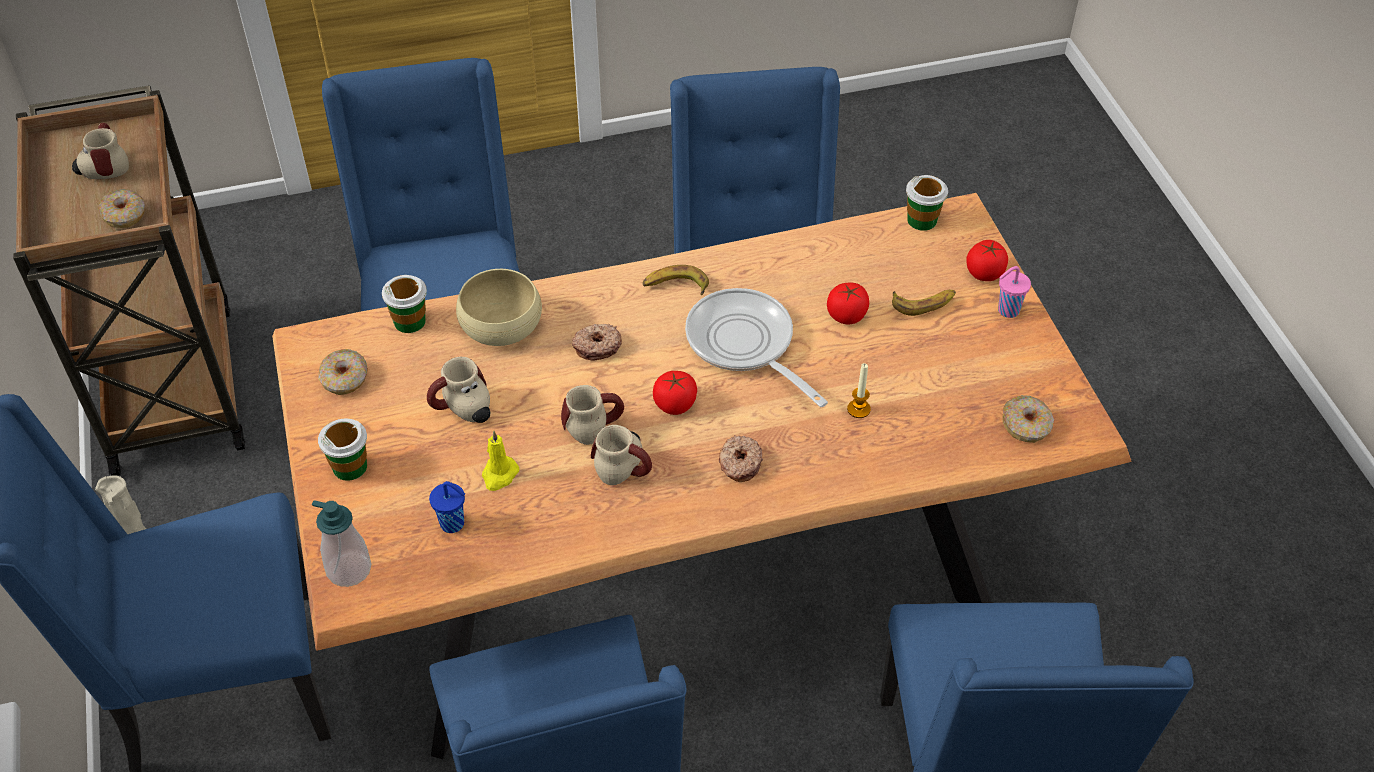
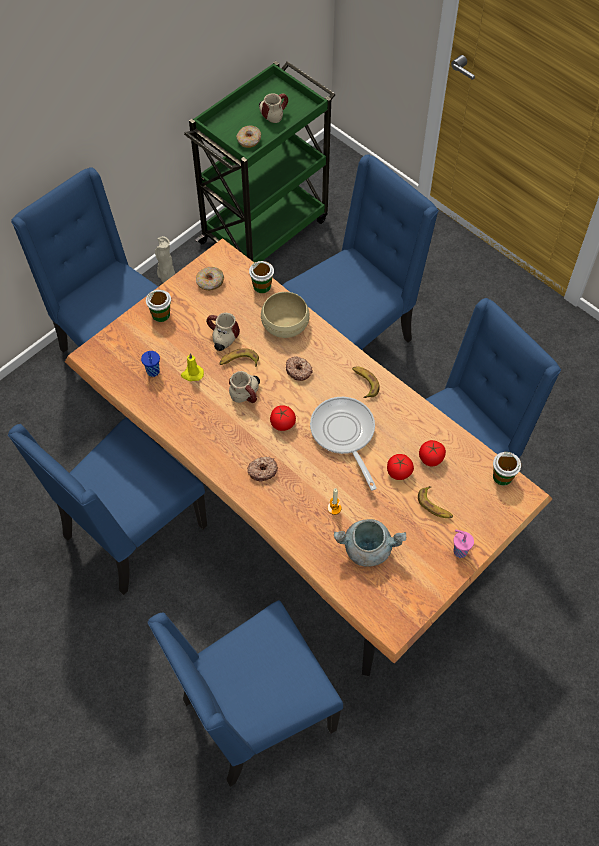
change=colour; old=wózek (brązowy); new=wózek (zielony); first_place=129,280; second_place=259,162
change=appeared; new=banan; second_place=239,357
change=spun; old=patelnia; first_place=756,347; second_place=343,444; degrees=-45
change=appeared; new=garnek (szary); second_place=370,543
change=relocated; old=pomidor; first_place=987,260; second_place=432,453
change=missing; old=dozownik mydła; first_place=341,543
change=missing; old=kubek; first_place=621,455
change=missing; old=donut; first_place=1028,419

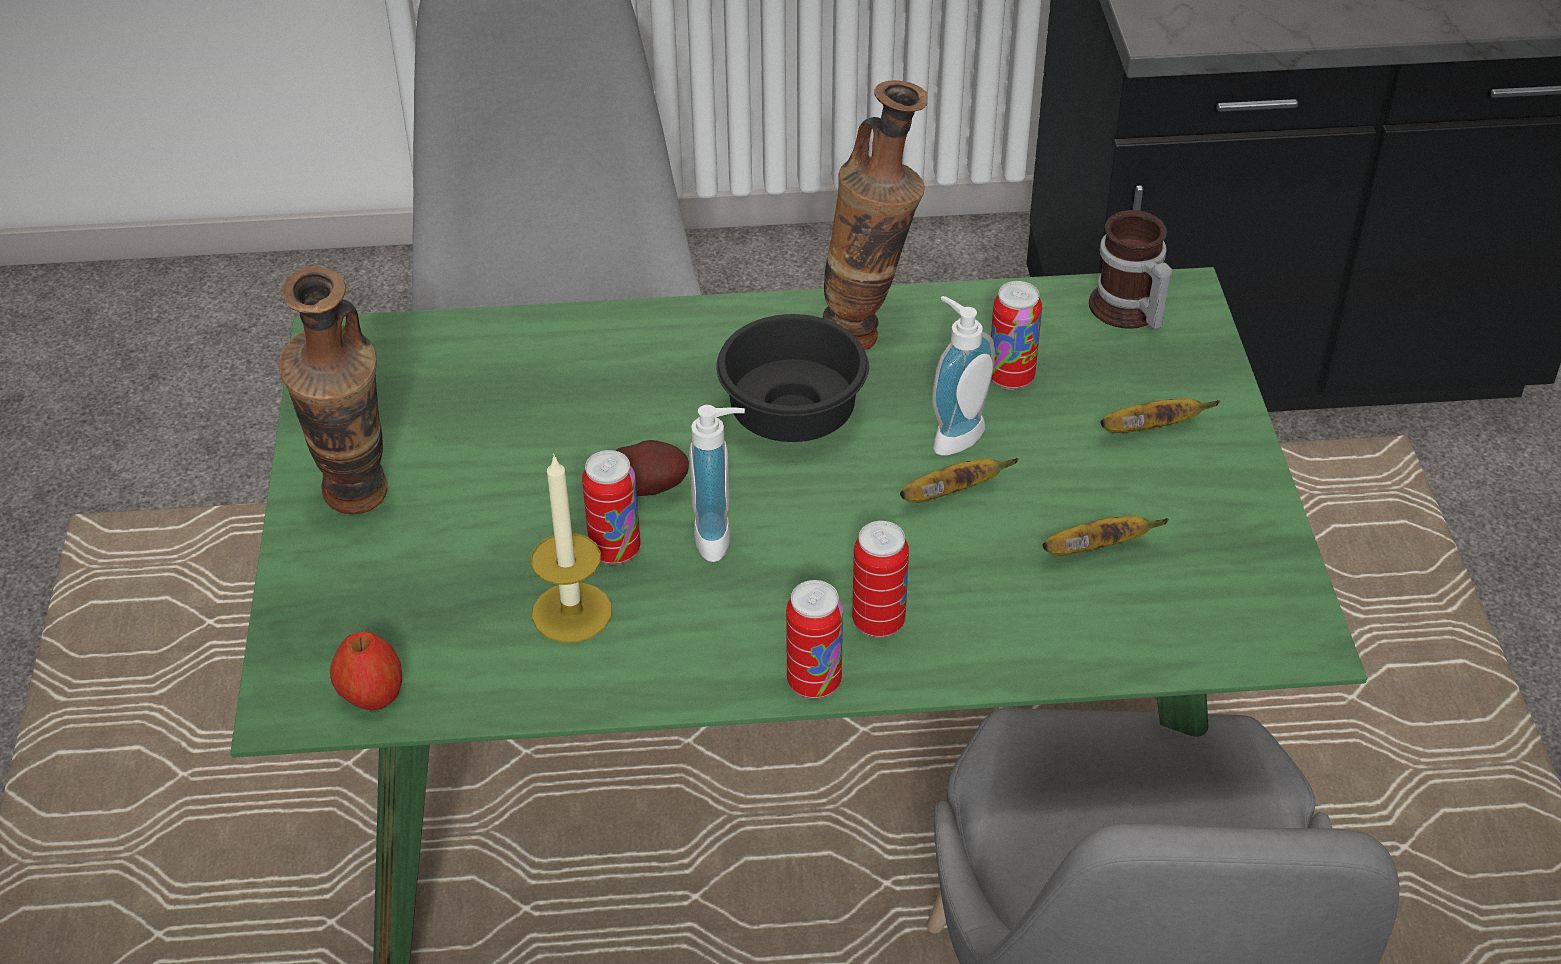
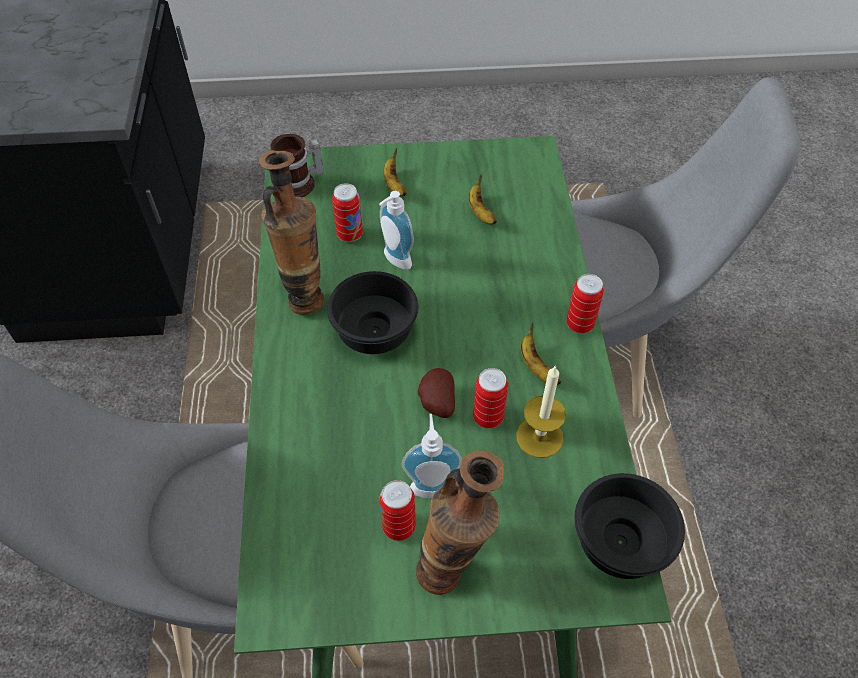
change=relocated; old=puszka; first_place=880,579; second_place=397,510
change=relocated; old=dozownik mydła; first_place=717,483; second_place=432,456
change=relocated; old=banan; first_place=959,480; second_place=541,353
change=exchanged; old=jabłko; new=miska (czarny); first_place=366,671; second_place=630,526

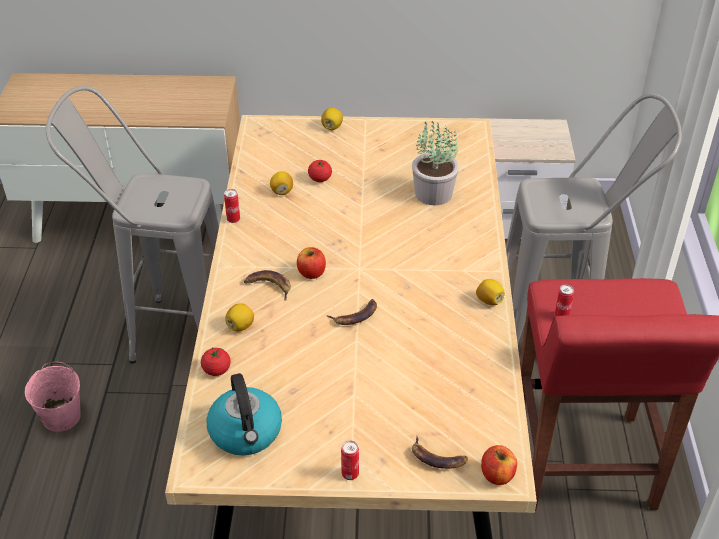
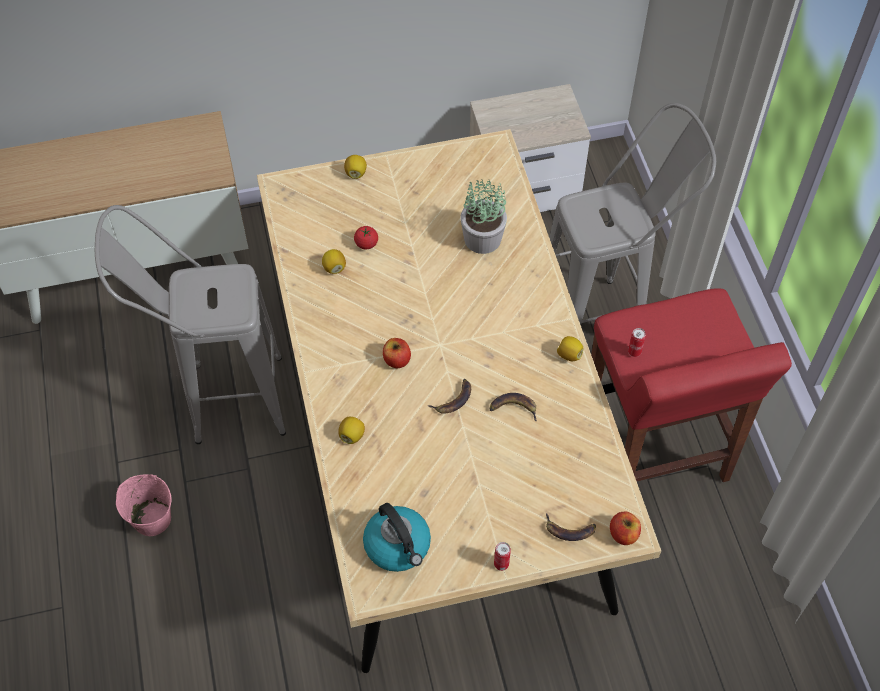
change=relocated; old=banan; first_place=267,285; second_place=513,407
change=missing; old=pomidor; first_place=216,362
change=missing; old=puszka; first_place=232,206

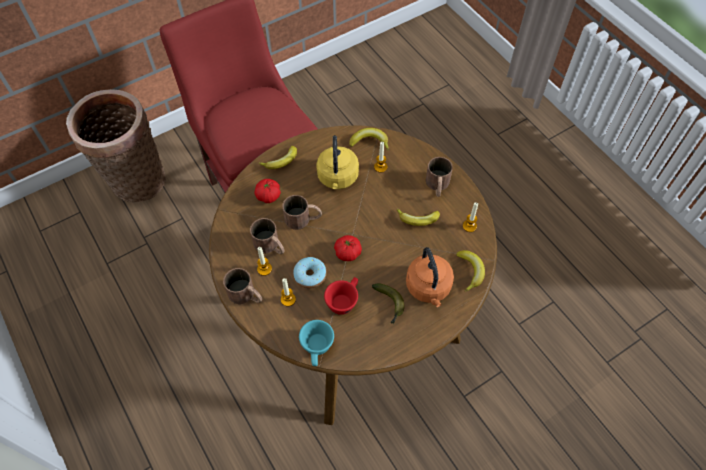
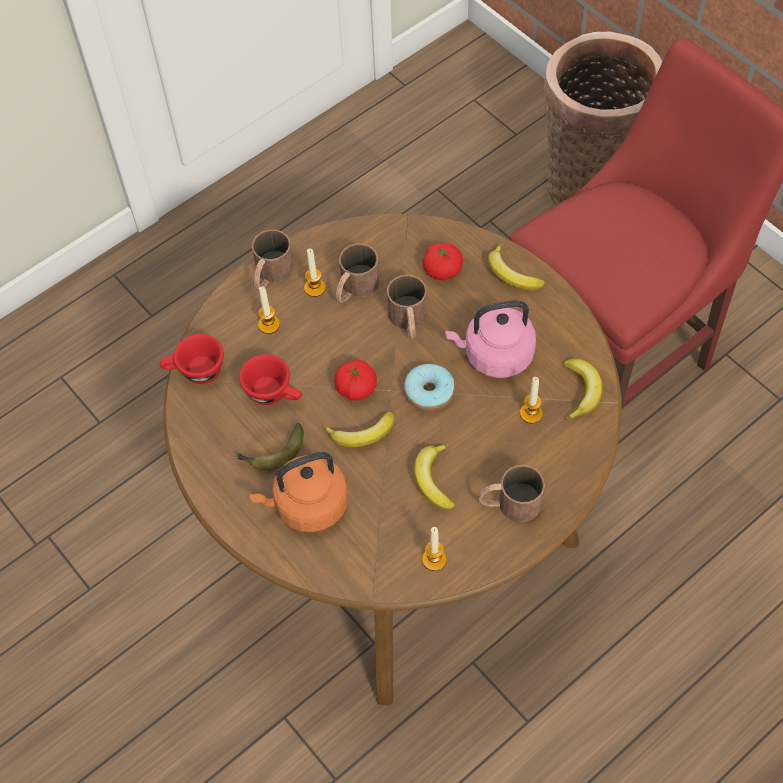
change=colour; old=filiżanka (turkusowy); new=filiżanka (czerwony); first_place=316,343; second_place=192,359
change=relocated; old=banan; first_place=470,271; second_place=358,429
change=relocated; old=donut; first_place=310,273; second_place=429,387
change=colour; old=czajnik (żółty); new=czajnik (różowy); first_place=337,162; second_place=490,339

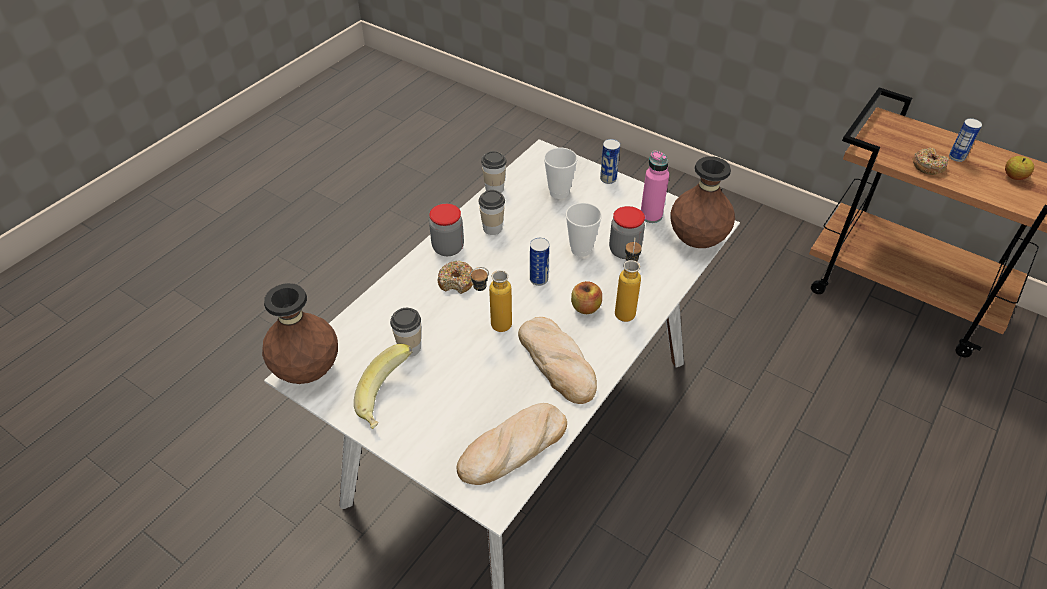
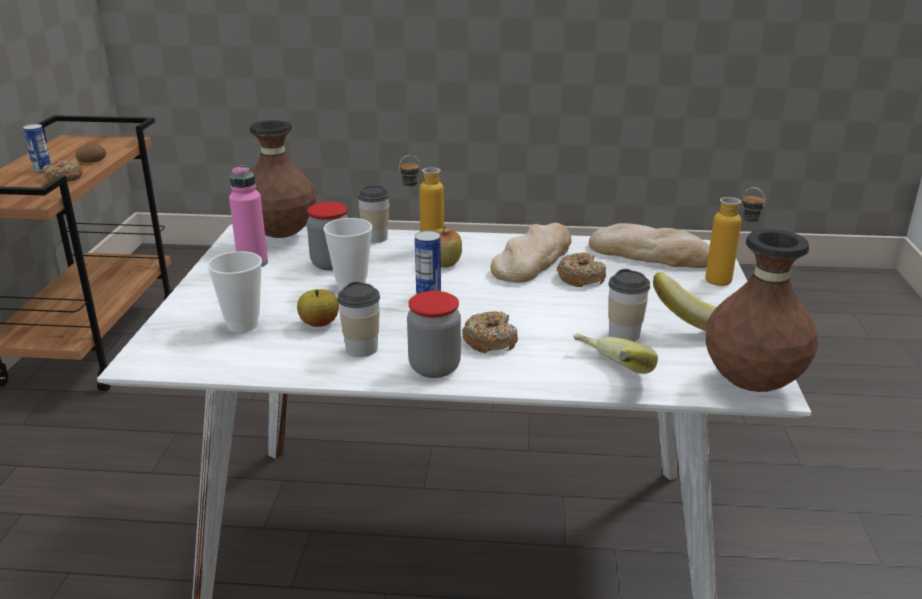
change=appeared; new=ziemniak; second_place=91,153
change=relocated; old=jabłko; first_place=1019,168; second_place=318,308
change=relocated; old=filiżanka; first_place=494,172; second_place=373,214
change=appeared; new=donut; second_place=581,270
change=appeared; new=banan; second_place=615,353
change=relocated; old=butelka; first_place=491,299; second_place=735,236
change=missing; old=puszka; first_place=610,161

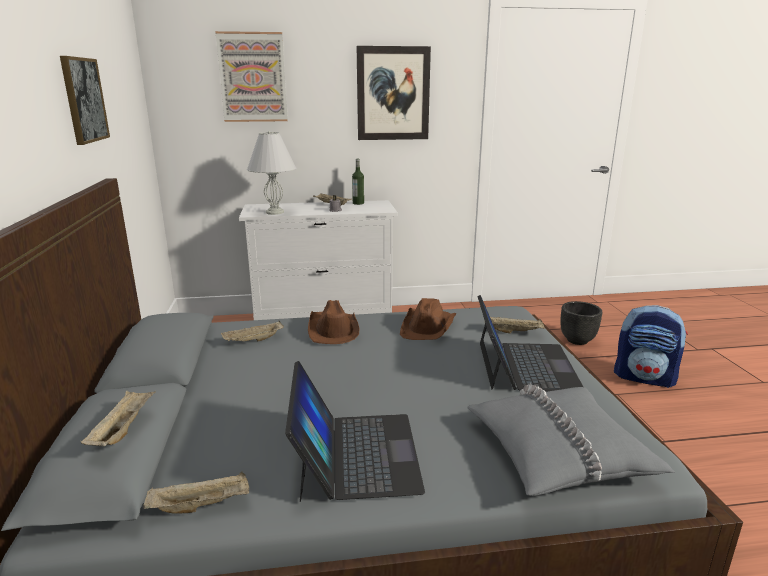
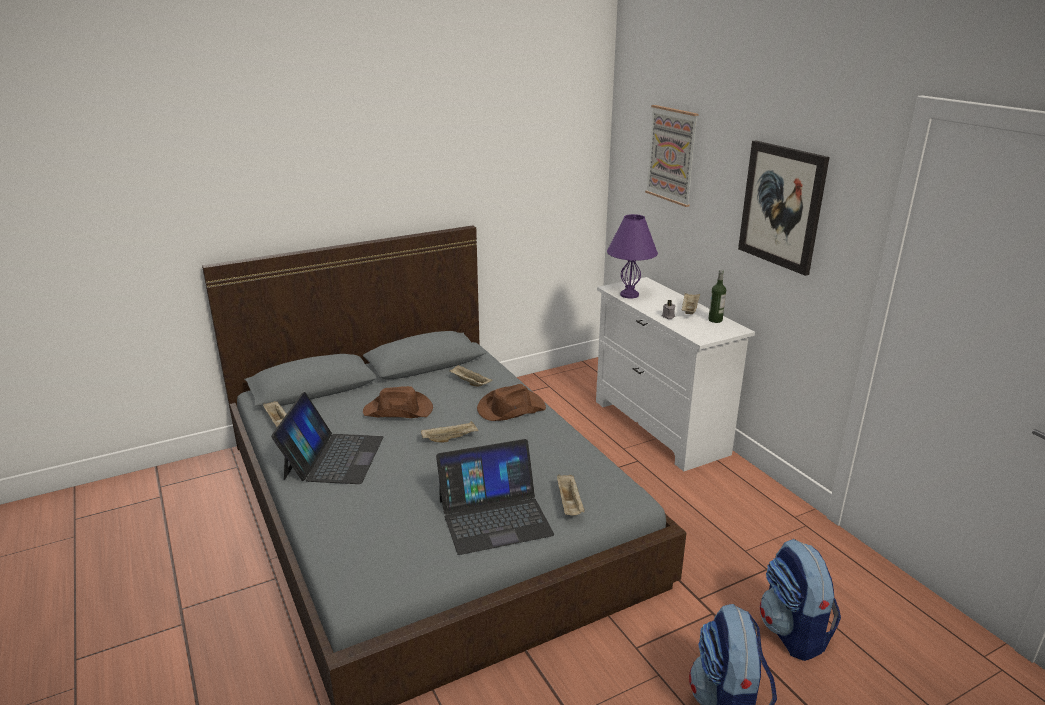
change=spun; old=laptop; first_place=355,431; second_place=327,438; degrees=-60
change=relocated; old=kapelusz (brązowy); first_place=428,319; second_place=398,402
change=relocated; old=taca (beżowy); first_place=118,418; second_place=450,431
change=colour; old=lampa stołowa (biały); new=lampa stołowa (fioletowy); first_place=272,173; second_place=632,256
change=exchanged; old=donica (czarny); new=plecak; first_place=581,323; second_place=800,600
change=missing; old=obraz; first_place=85,100
change=missing; old=poduszka (szary); first_place=571,440

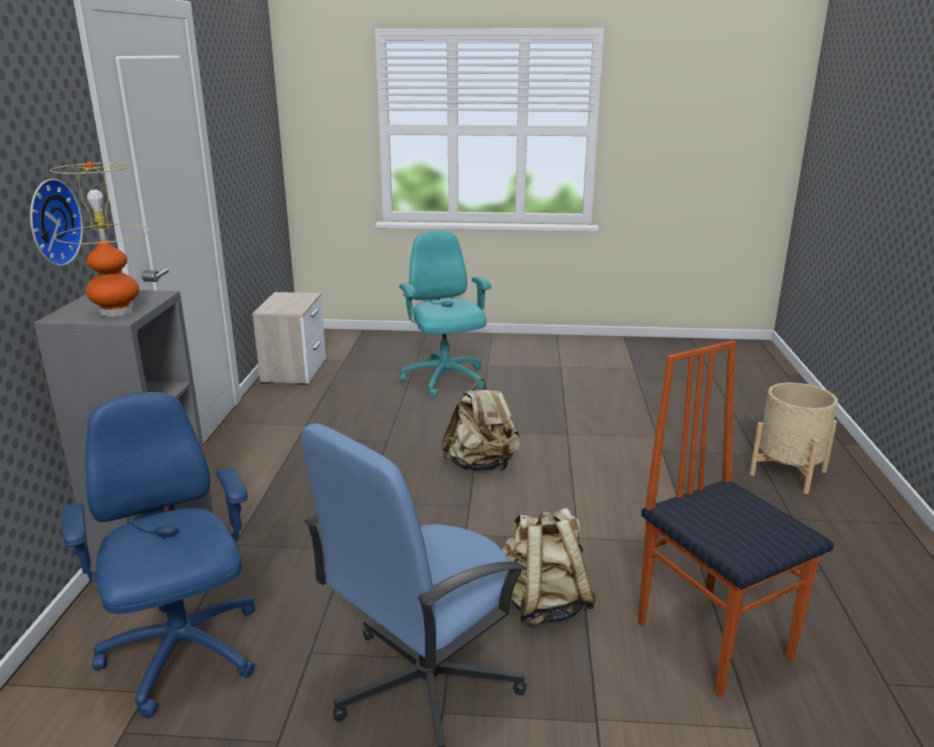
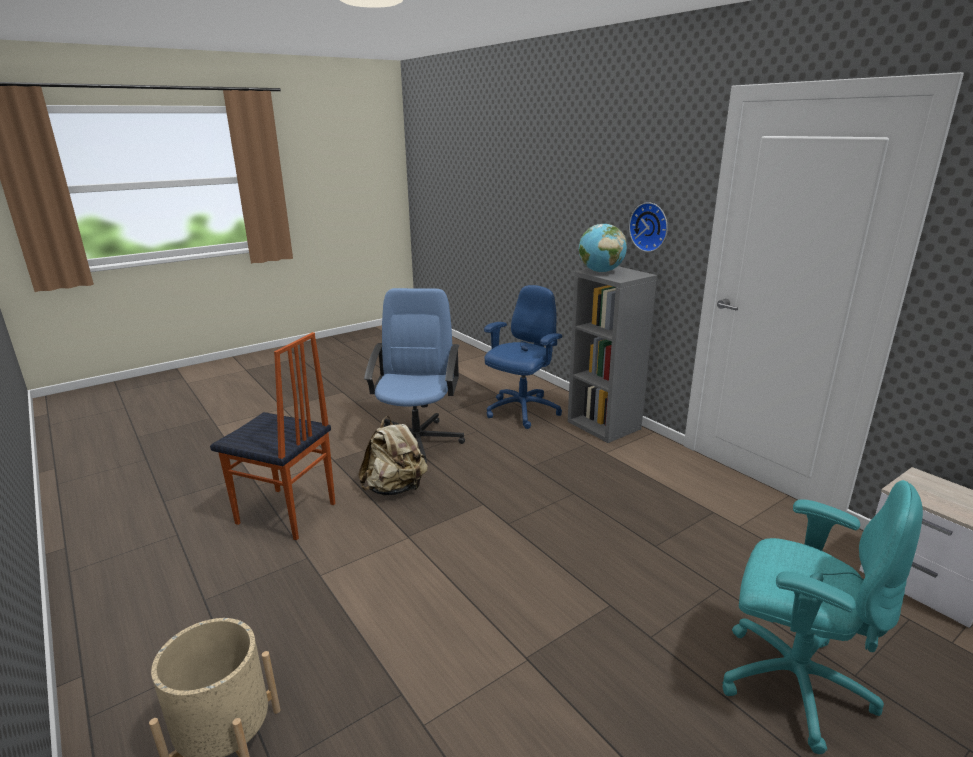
change=spun; old=krzesło biurowe (niebieski); first_place=159,555; second_place=523,357; degrees=-75
change=exchanged; old=lampa stołowa; new=globus; first_place=99,239; second_place=603,248
change=missing; old=plecak (beżowy); first_place=481,424

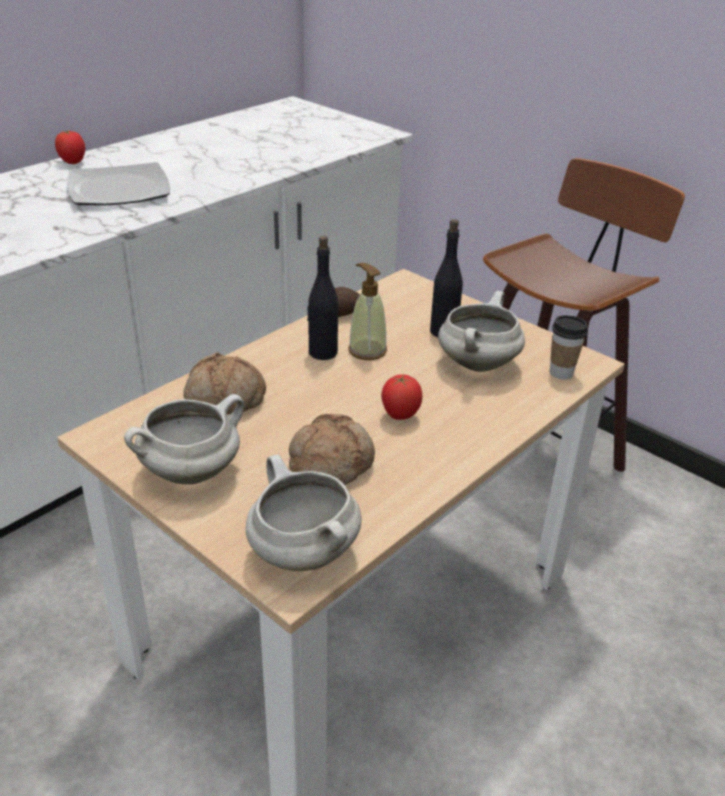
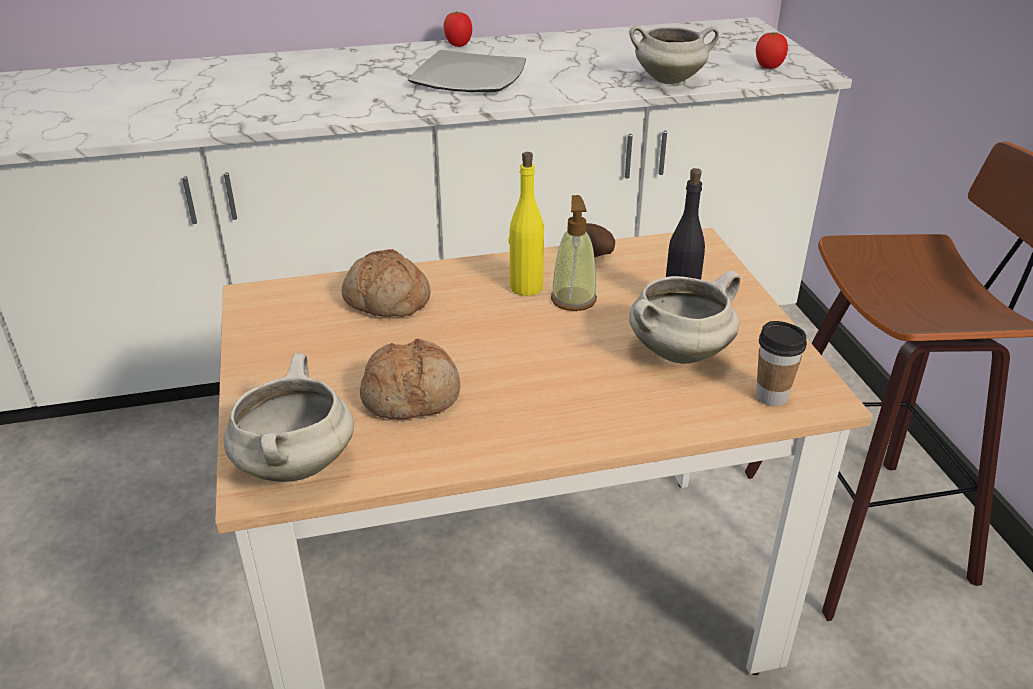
change=colour; old=butelka (czarny); new=butelka (żółty); first_place=322,298; second_place=526,224
change=relocated; old=garnek (biały); first_place=184,439; second_place=674,54
change=relocated; old=pomidor; first_place=401,397; second_place=772,50

